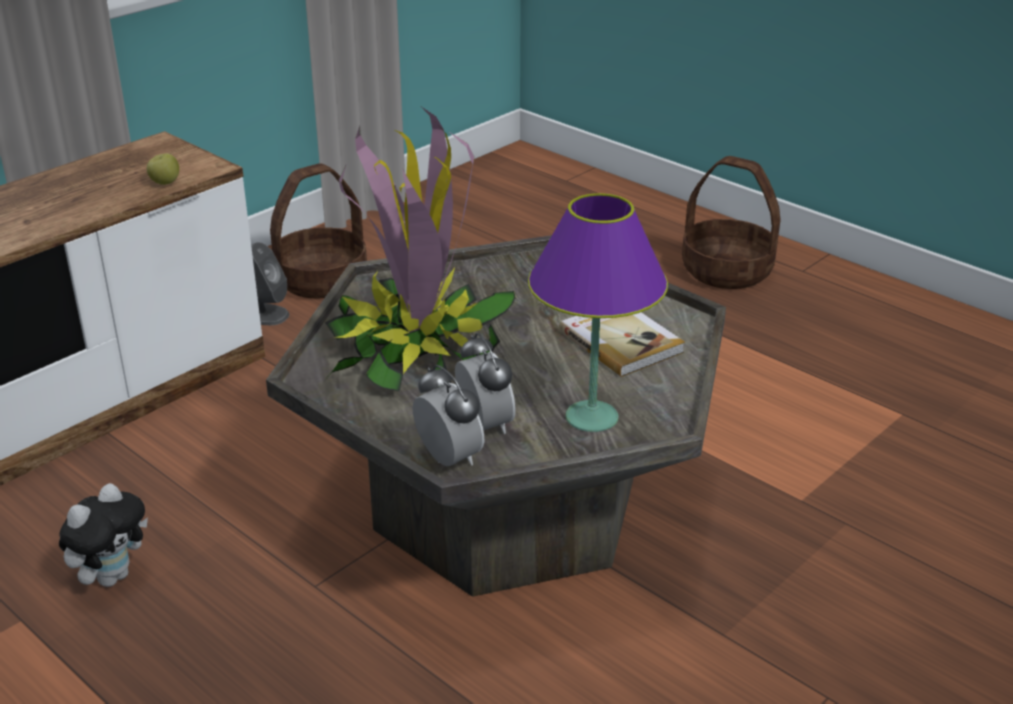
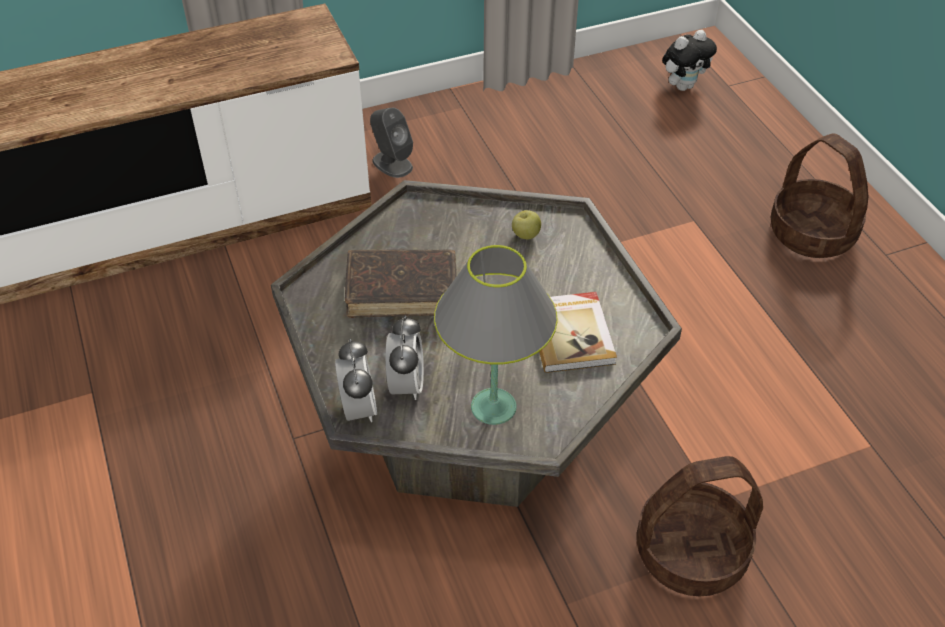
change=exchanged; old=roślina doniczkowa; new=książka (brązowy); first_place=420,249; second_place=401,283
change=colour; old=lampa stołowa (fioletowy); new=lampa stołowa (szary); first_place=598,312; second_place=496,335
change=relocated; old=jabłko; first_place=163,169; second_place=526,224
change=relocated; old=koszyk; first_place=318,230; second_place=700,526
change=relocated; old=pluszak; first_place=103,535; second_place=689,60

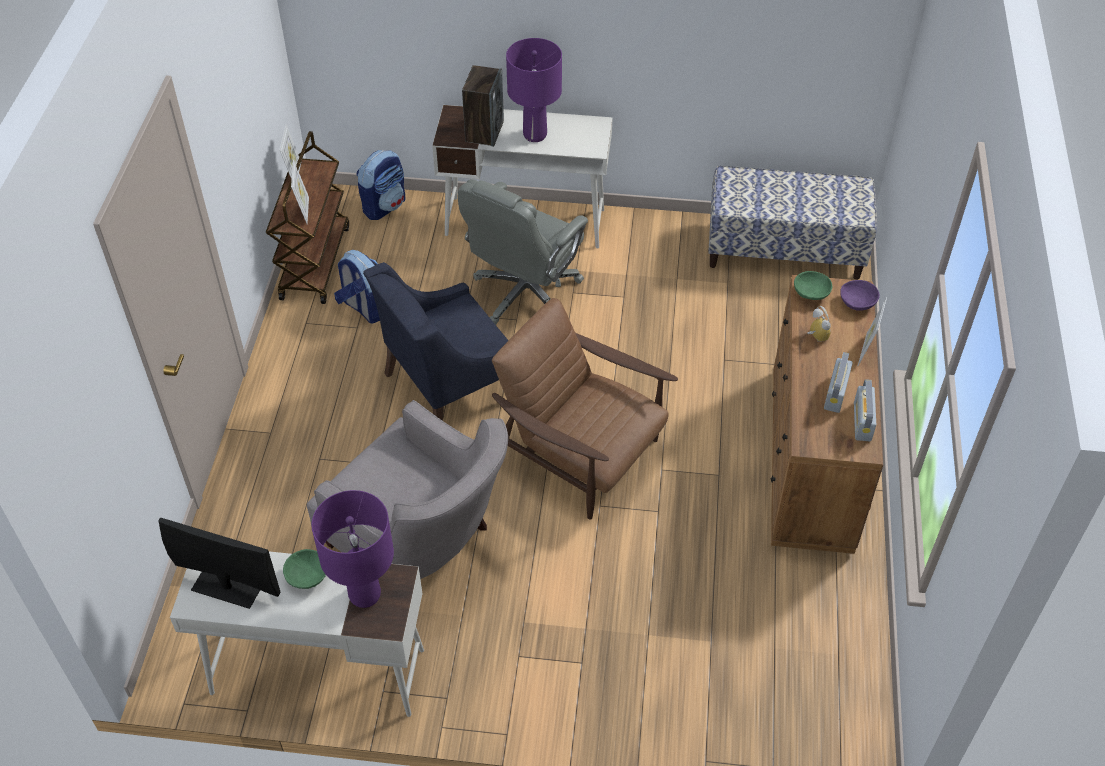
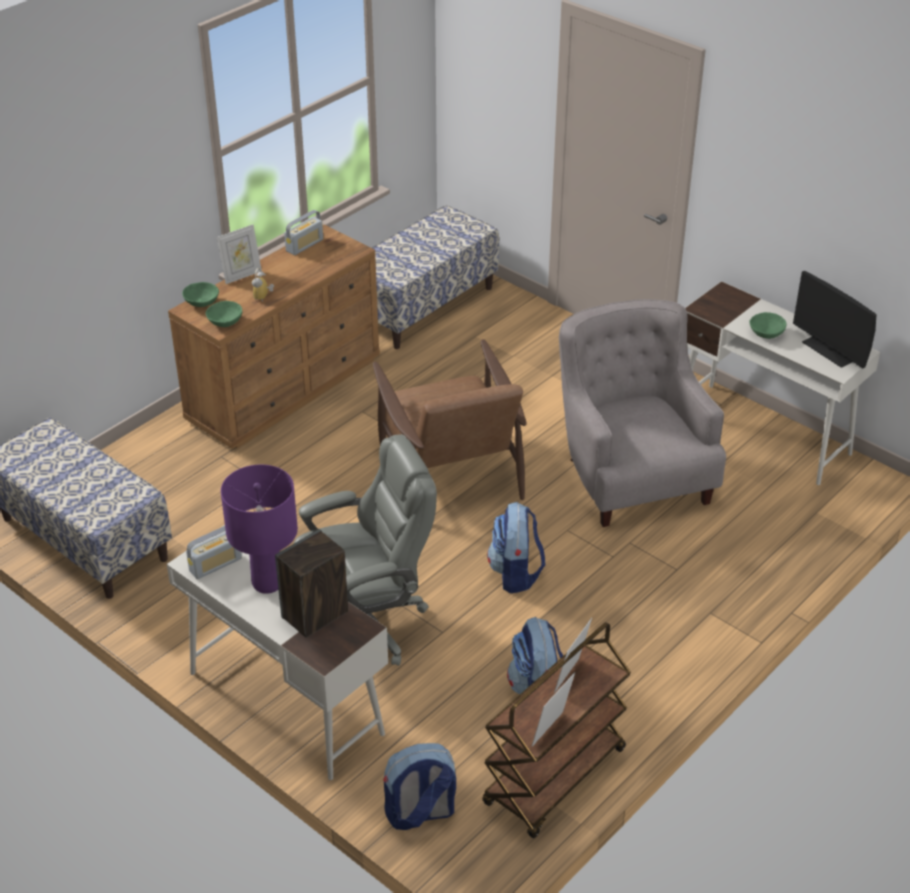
change=colour; old=miska (fioletowy); new=miska (zielony); first_place=860,295; second_place=200,294
change=relocated; old=radio; first_place=838,382; second_place=214,552
change=appeared; new=ławka; second_place=435,277
change=exchanged; old=fotel (niebieski); new=plecak; first_place=436,341; second_place=516,547
change=missing; old=lampa stołowa (fioletowy); first_place=353,549

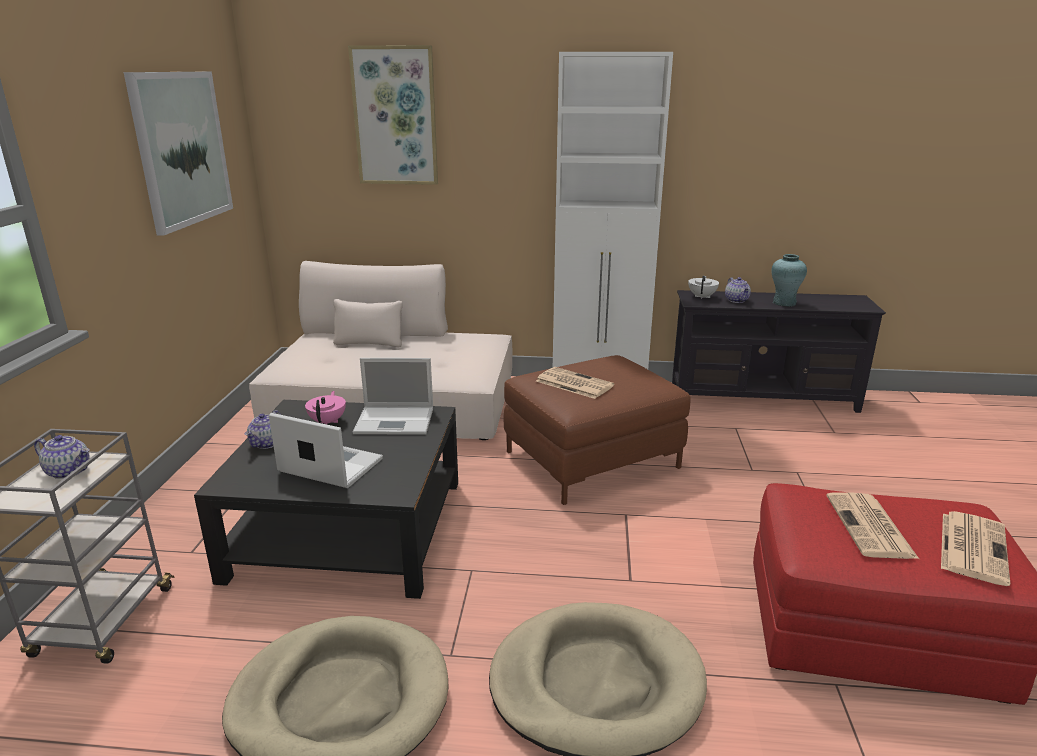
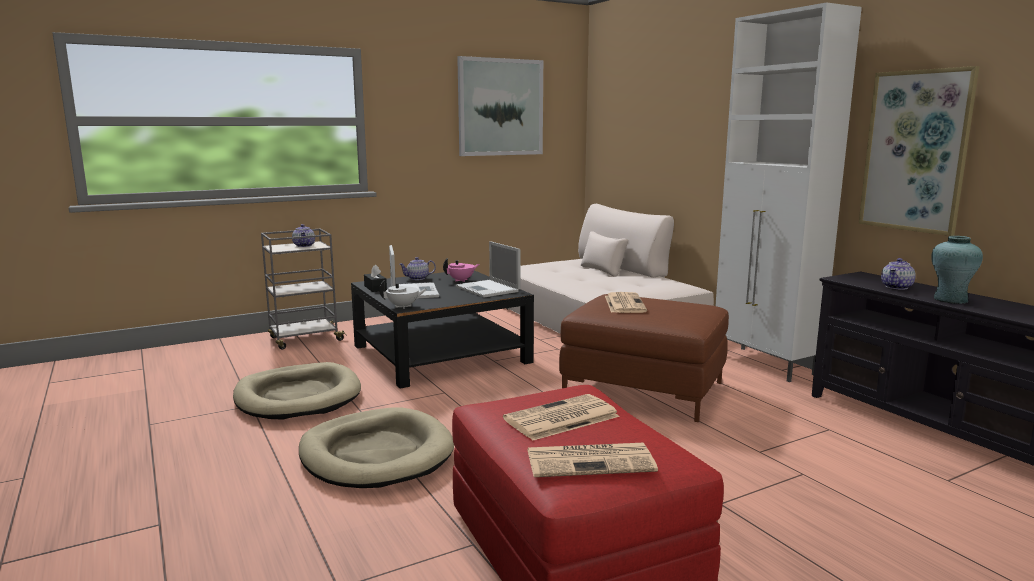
change=appeared; new=pudełko chusteczek (czarny); second_place=375,278
change=relocated; old=imbryk (biały); first_place=703,287; second_place=403,294
change=relocated; old=obraz; first_place=393,115; second_place=919,151

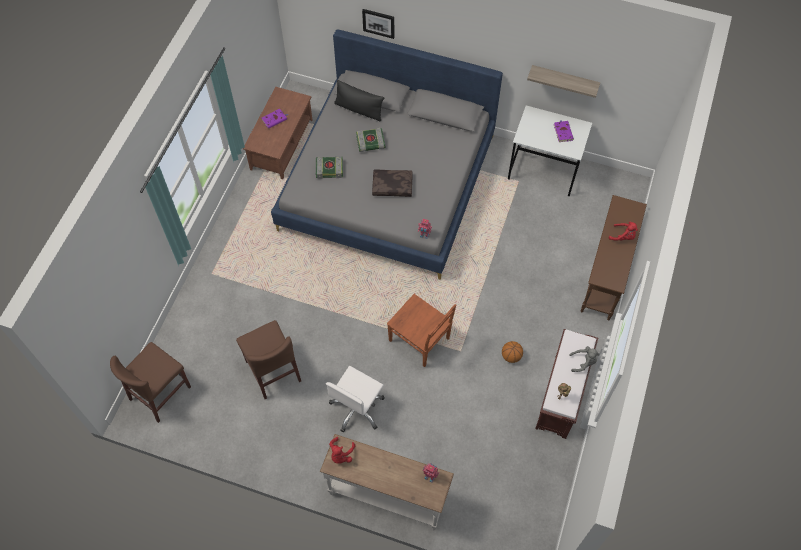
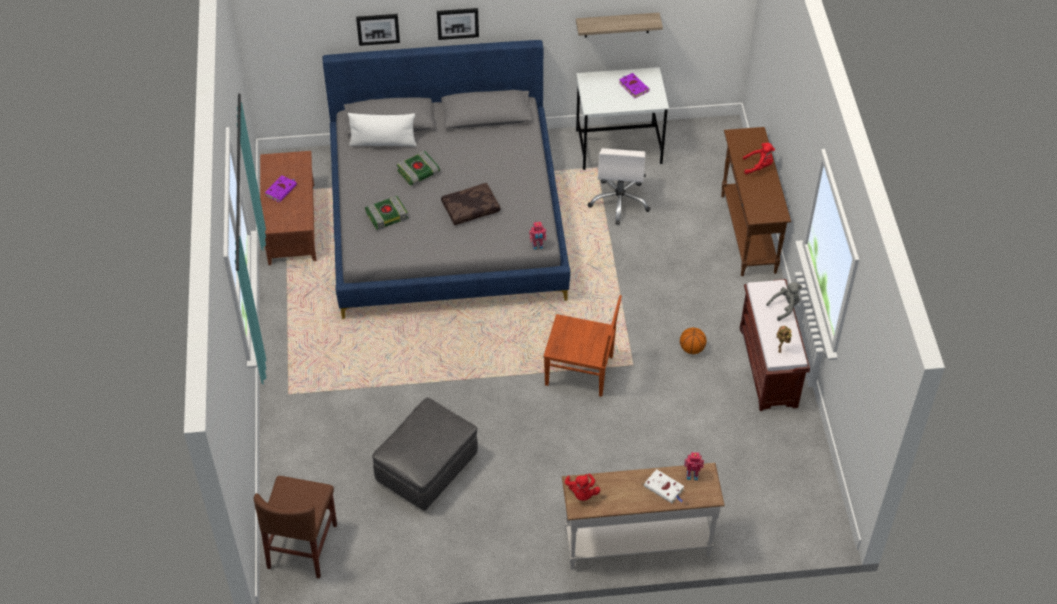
change=colour; old=poduszka (czarny); new=poduszka (biały); first_place=359,100; second_place=382,130
change=exchanged; old=krzesło (brązowy); new=pufa (szary); first_place=268,359; second_place=425,454
change=appeared; new=obraz; second_place=458,24
change=relocated; old=krzesło biurowe (biały); first_place=355,399; second_place=619,186
change=appeared; new=książka (biały); second_place=664,486

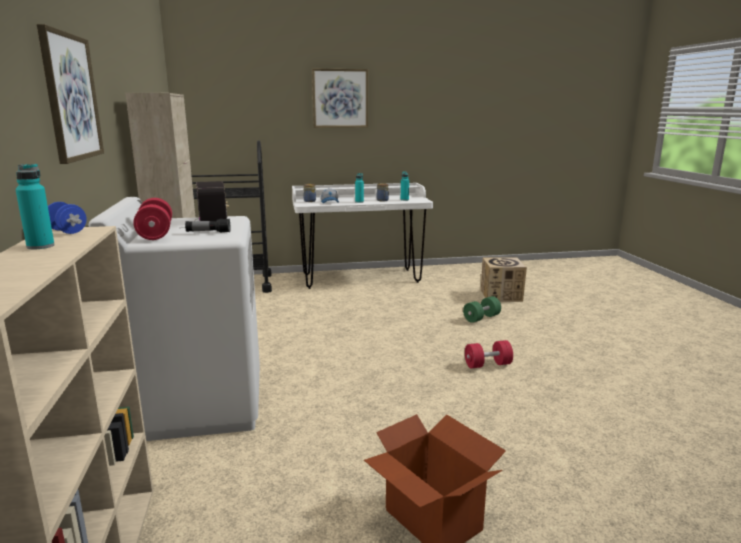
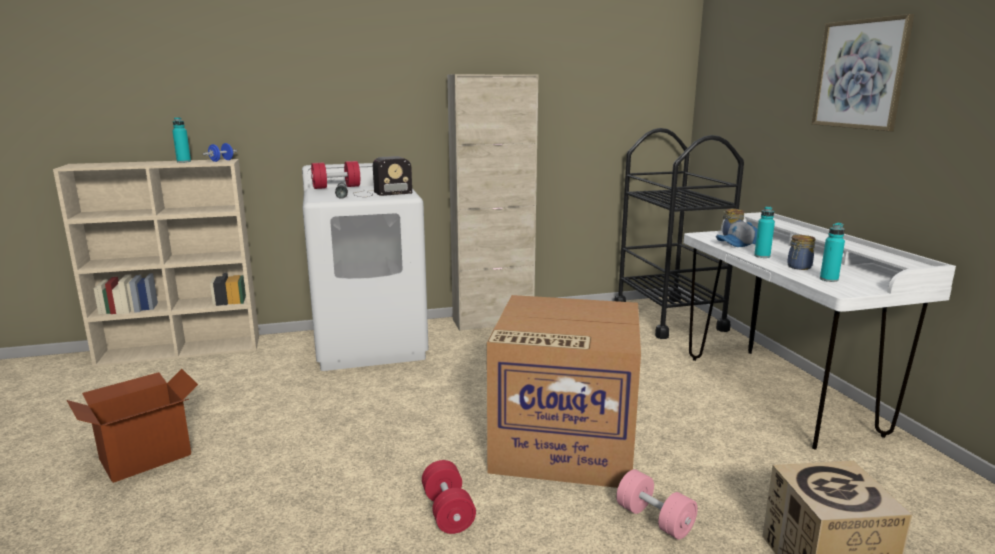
change=appeared; new=karton; second_place=564,391
change=colour; old=hantel (zielony); new=hantel (różowy); first_place=482,309; second_place=657,504
change=missing; old=obraz; first_place=70,94

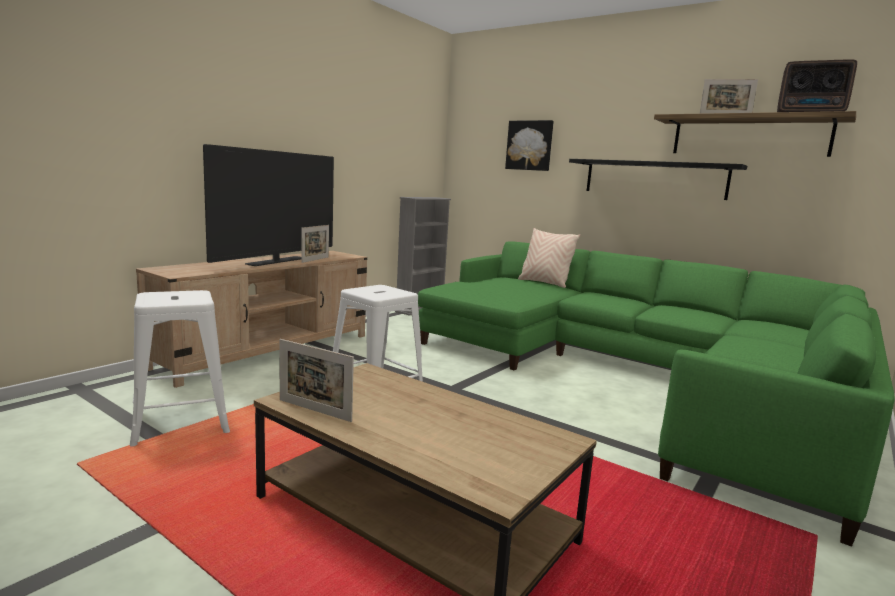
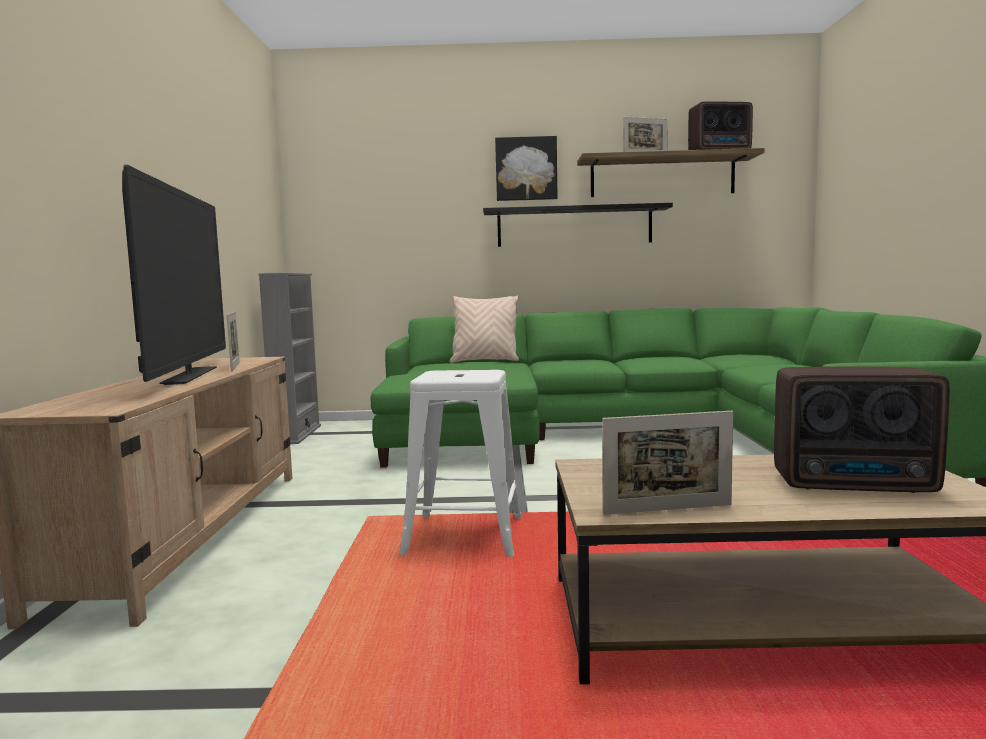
change=relocated; old=obraz; first_place=529,145; second_place=526,168
change=appeared; new=radio; second_place=862,430
change=missing; old=stołek (biały); first_place=180,368

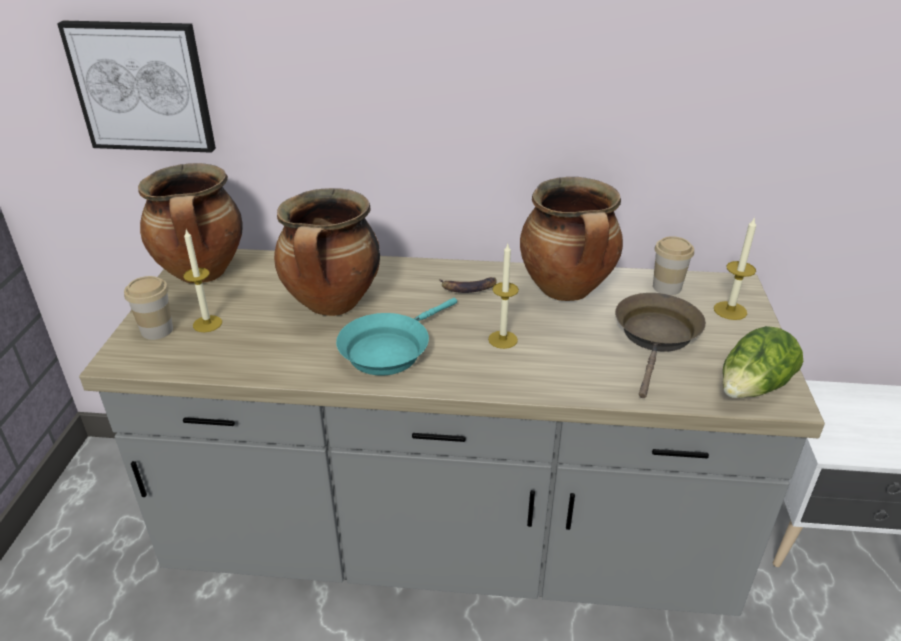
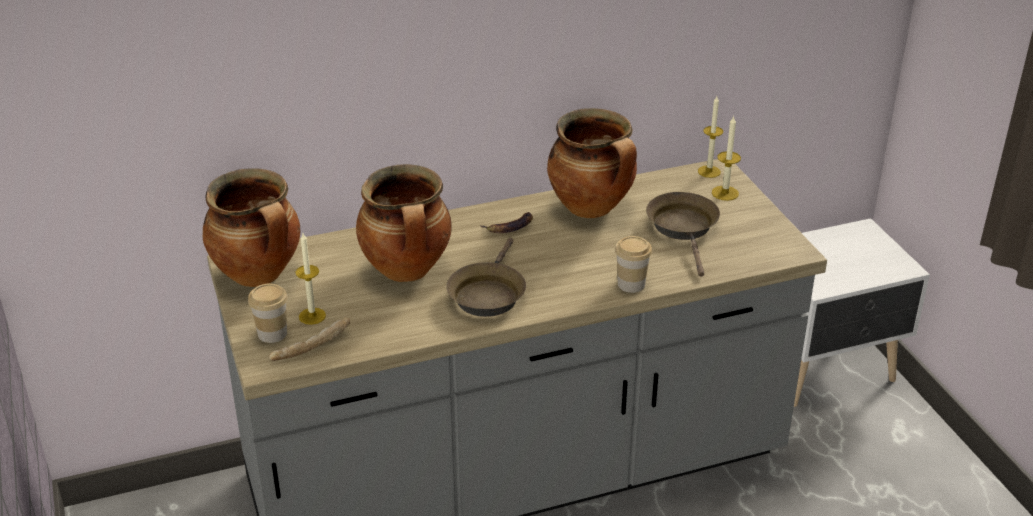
change=appeared; new=chleb; second_place=309,339
change=colour; old=patelnia (turkusowy); new=patelnia (brązowy); first_place=396,337; second_place=486,277
change=relocated; old=filiżanka; first_place=673,265; second_place=633,264
change=relocated; old=świeca; first_place=503,296; second_place=710,137
change=missing; old=obraz; first_place=136,86
change=missing; old=sałata; first_place=763,362

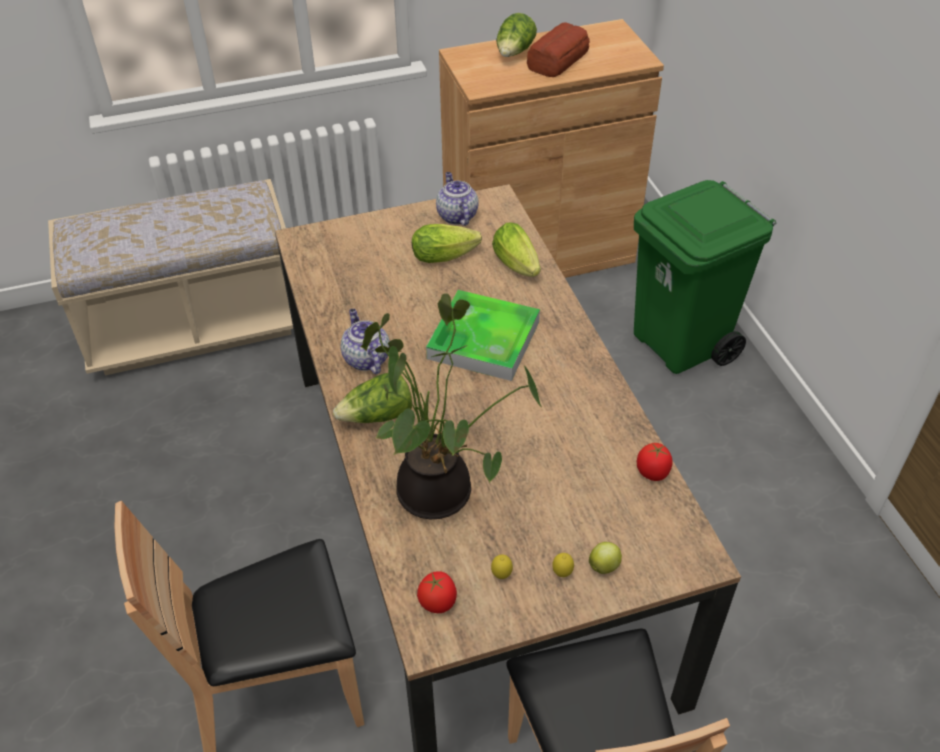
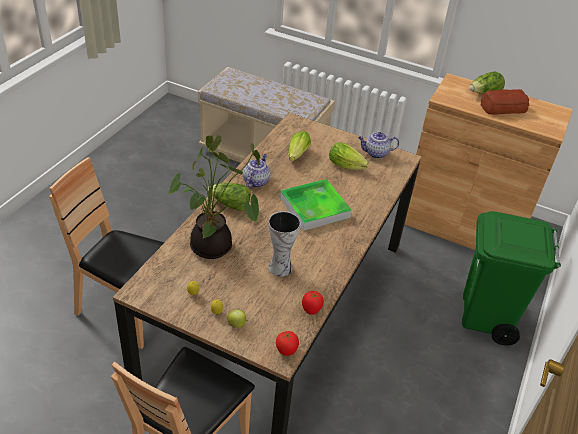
change=appeared; new=wazon; second_place=284,243
change=relocated; old=pomidor; first_place=437,592; second_place=287,343
change=relocated; old=sałata; first_place=516,249; second_place=299,146
change=spun; old=imbryk; first_place=457,199; second_place=378,145; degrees=-120

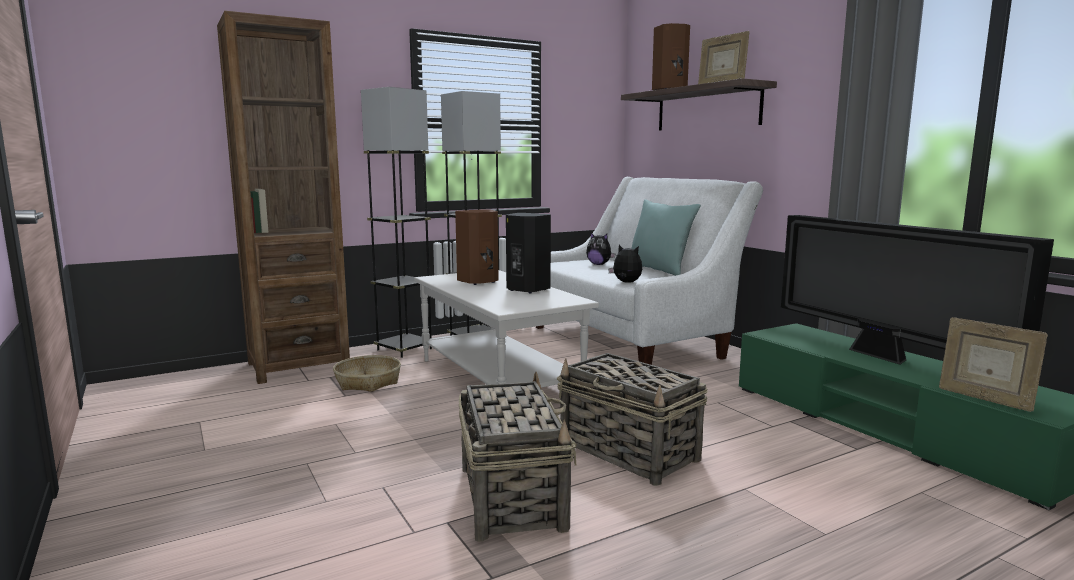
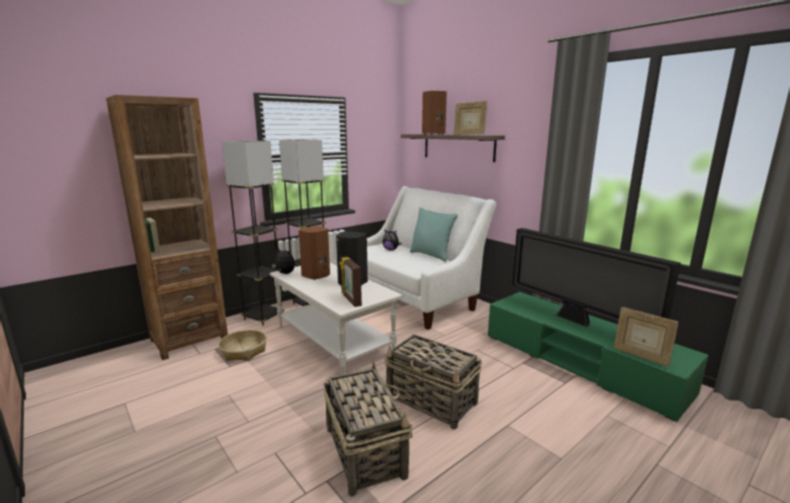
change=relocated; old=pluszak; first_place=625,264; second_place=283,261
change=appeared; new=ramka na zdjęcie; second_place=350,281

